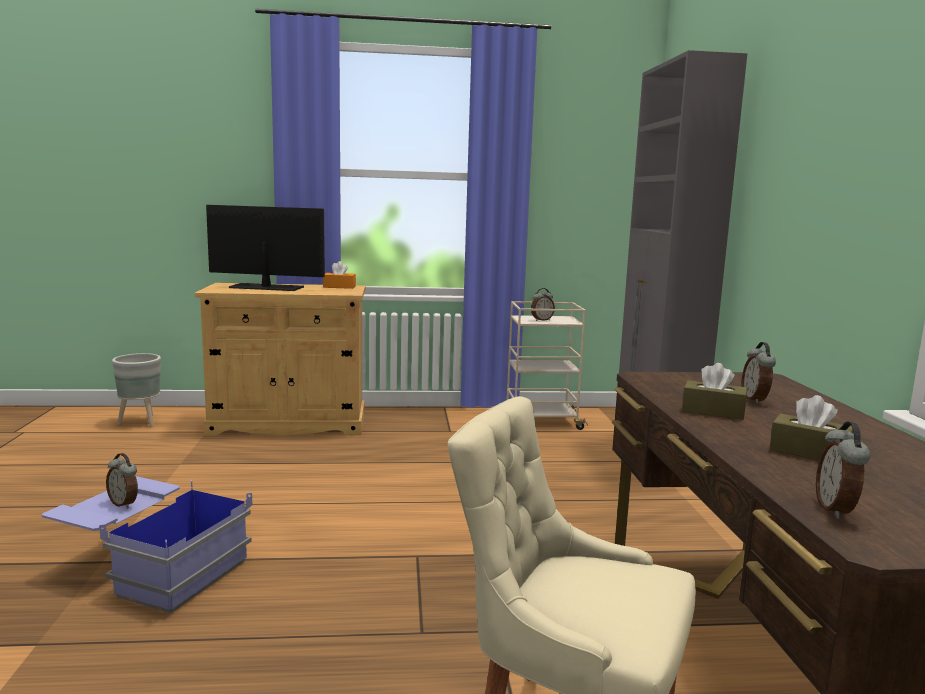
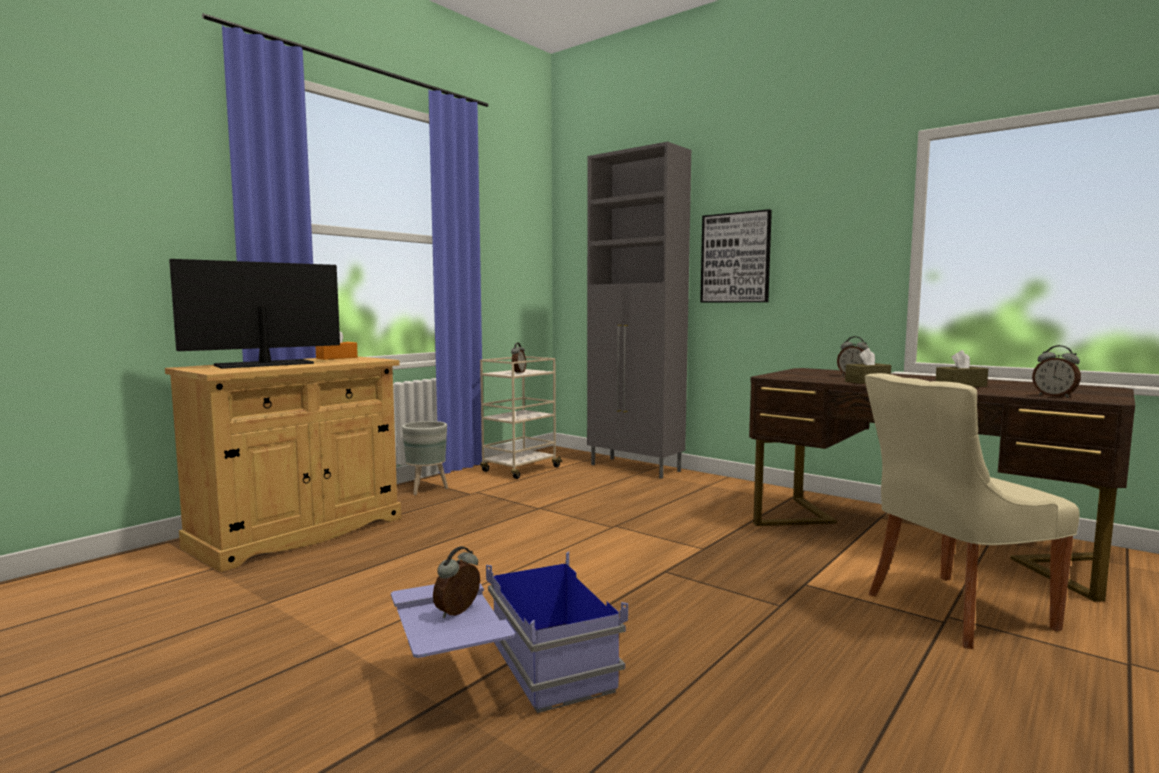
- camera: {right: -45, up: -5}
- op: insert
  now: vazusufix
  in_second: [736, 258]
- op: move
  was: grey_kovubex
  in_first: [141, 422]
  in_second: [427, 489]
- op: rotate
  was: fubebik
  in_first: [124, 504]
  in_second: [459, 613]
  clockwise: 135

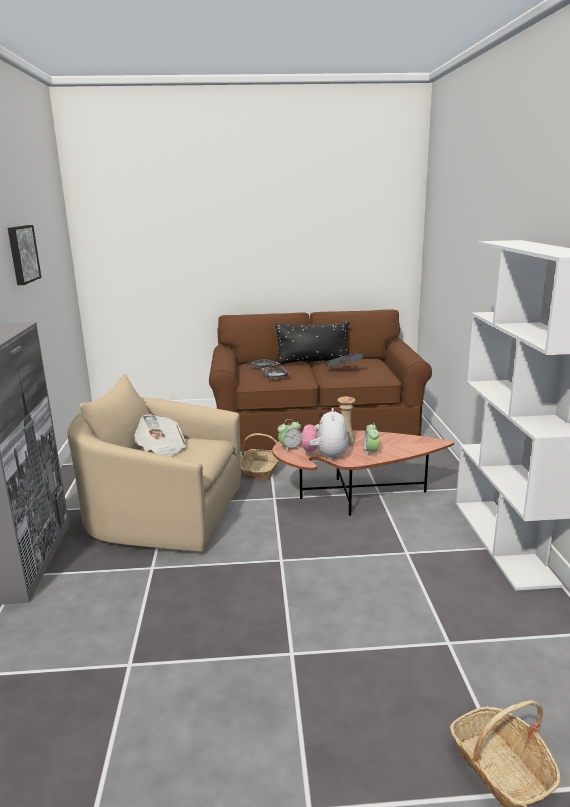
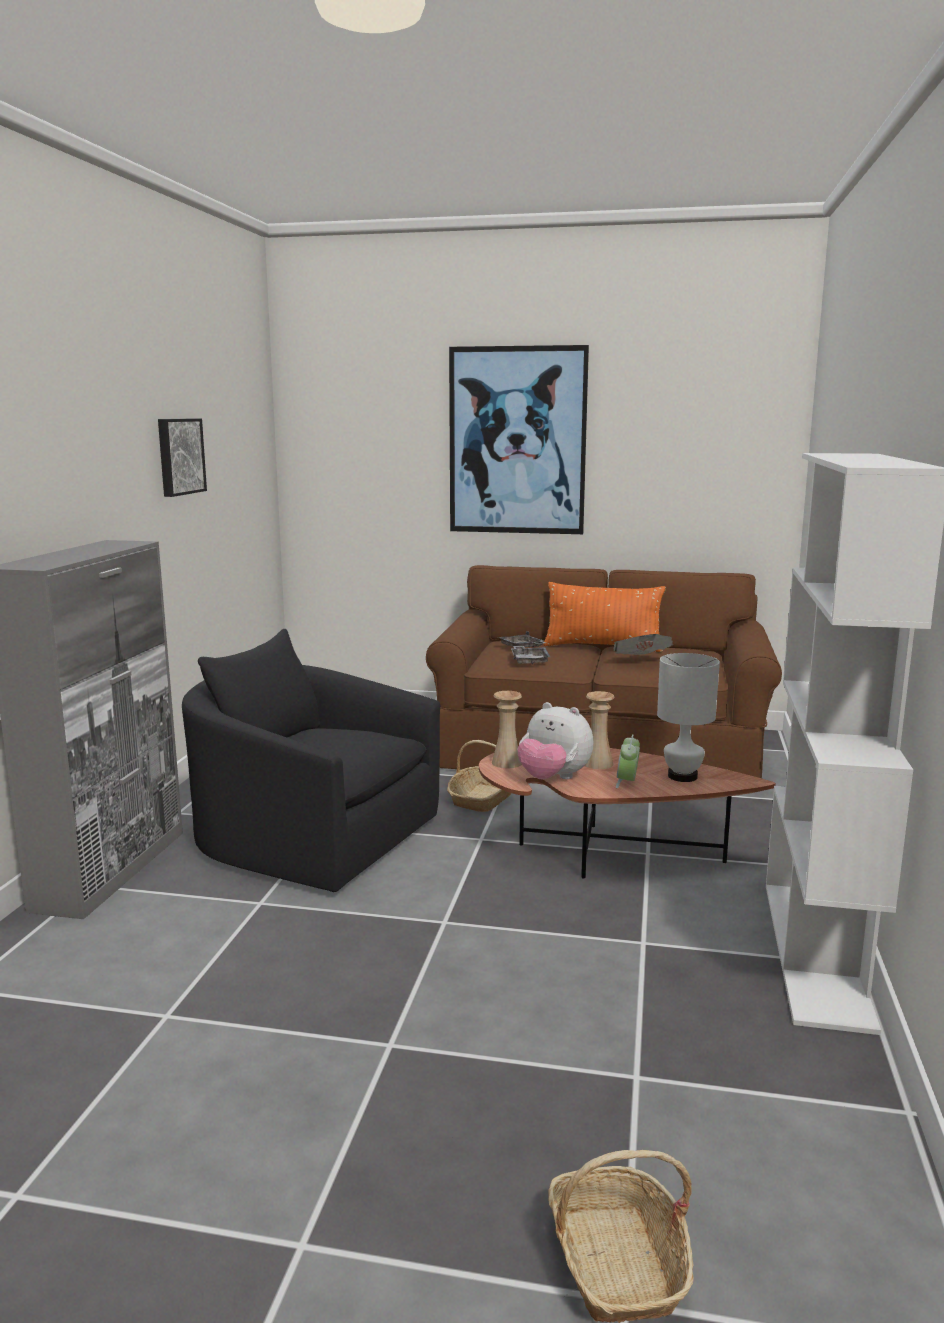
- camera: {right: 15, up: -5}
- op: delete
  was: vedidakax
  in_first: [161, 449]
- op: insert
  now: vazusufix
  in_second: [517, 441]
- op: insert
  now: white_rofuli
  in_second: [682, 776]
- op: replace
  was: fubebik
  now: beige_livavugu
  in_first: [290, 448]
  in_second: [507, 762]
- op: recolor
  was: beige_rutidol
  now: black_rutidol
  in_first: [162, 514]
  in_second: [311, 838]
- op: recolor
  was: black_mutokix
  now: orange_mutokix
  in_first: [313, 362]
  in_second: [603, 647]
- op: rotate
  was: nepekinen
  in_first: [325, 456]
  in_second: [553, 778]
  clockwise: -75

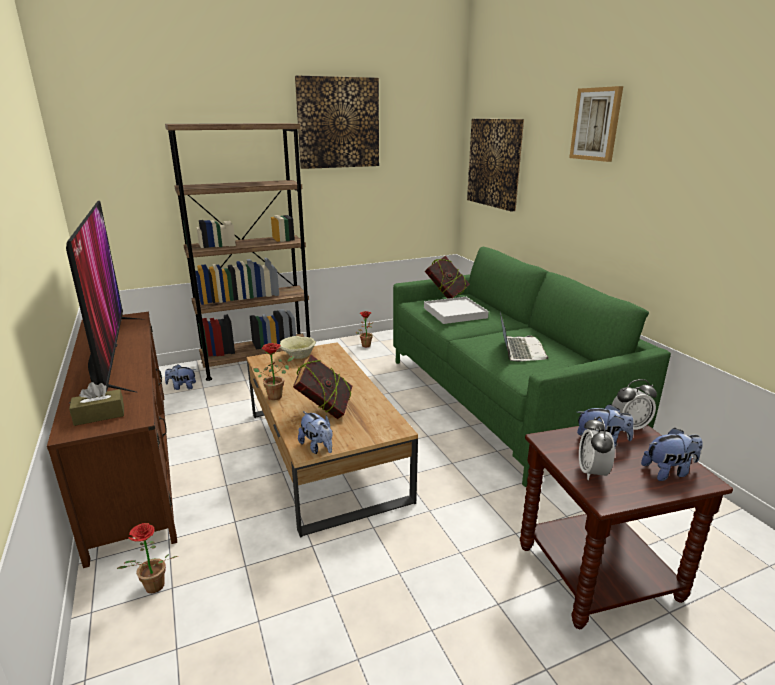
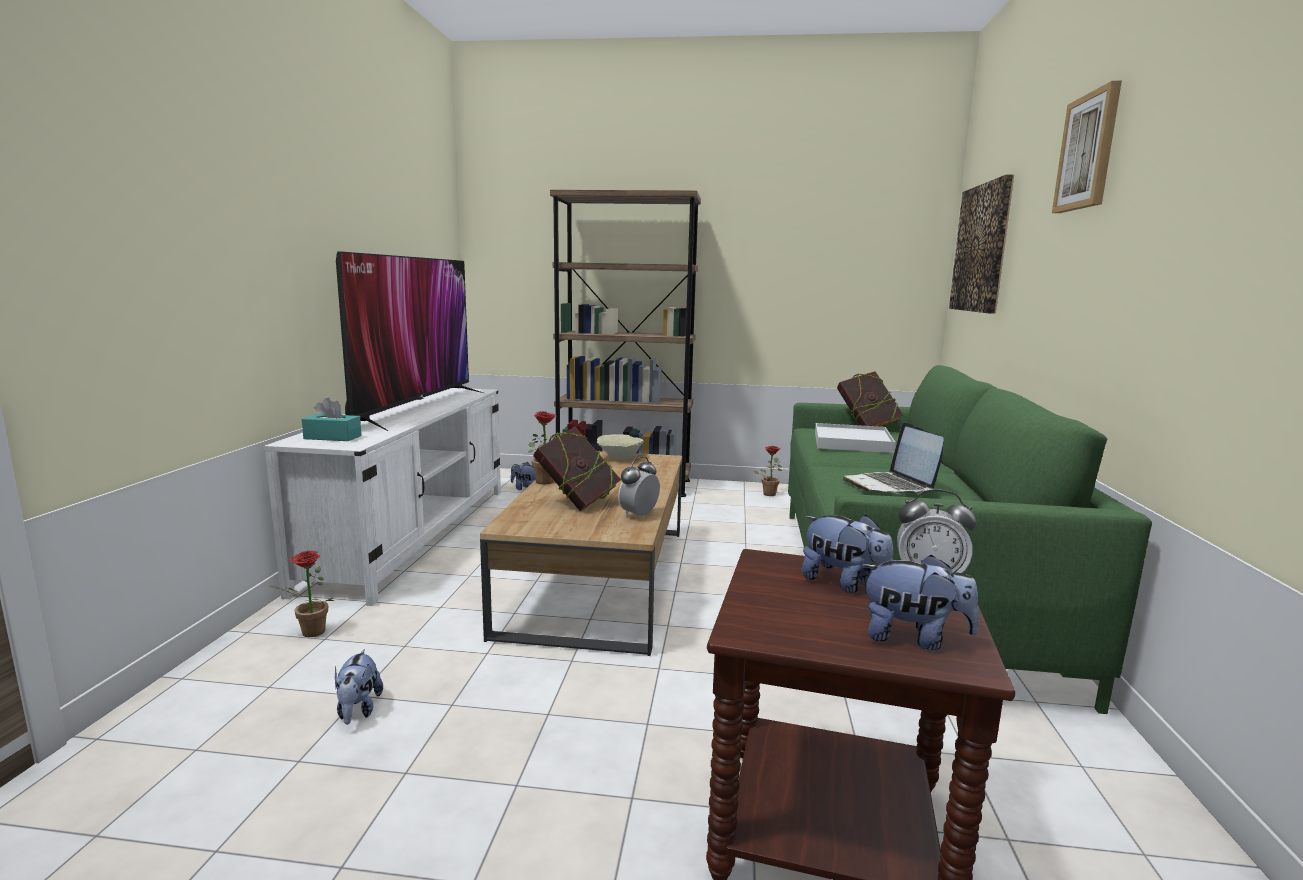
- camera: {right: 30, up: -10}
- op: delete
  was: vazusufix
  in_first: [338, 123]
- op: move
  was: nepekinen
  in_first: [317, 447]
  in_second: [358, 710]
- op: move
  was: fubebik
  in_first: [592, 472]
  in_second: [638, 515]
- op: recolor
  was: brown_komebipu
  now: white_komebipu
  in_first: [133, 461]
  in_second: [414, 534]
- op: recolor
  was: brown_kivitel
  now: turquoise_kivitel
  in_first: [99, 415]
  in_second: [332, 437]
- op: rotate
  was: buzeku
  in_first: [520, 350]
  in_second: [890, 486]
  clockwise: 135

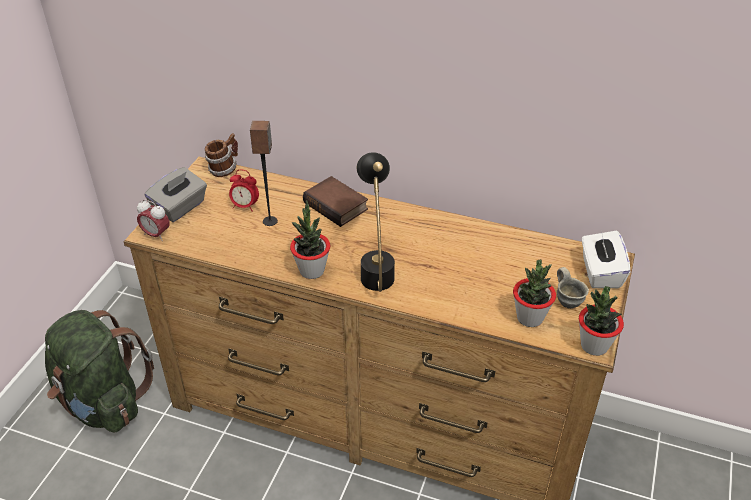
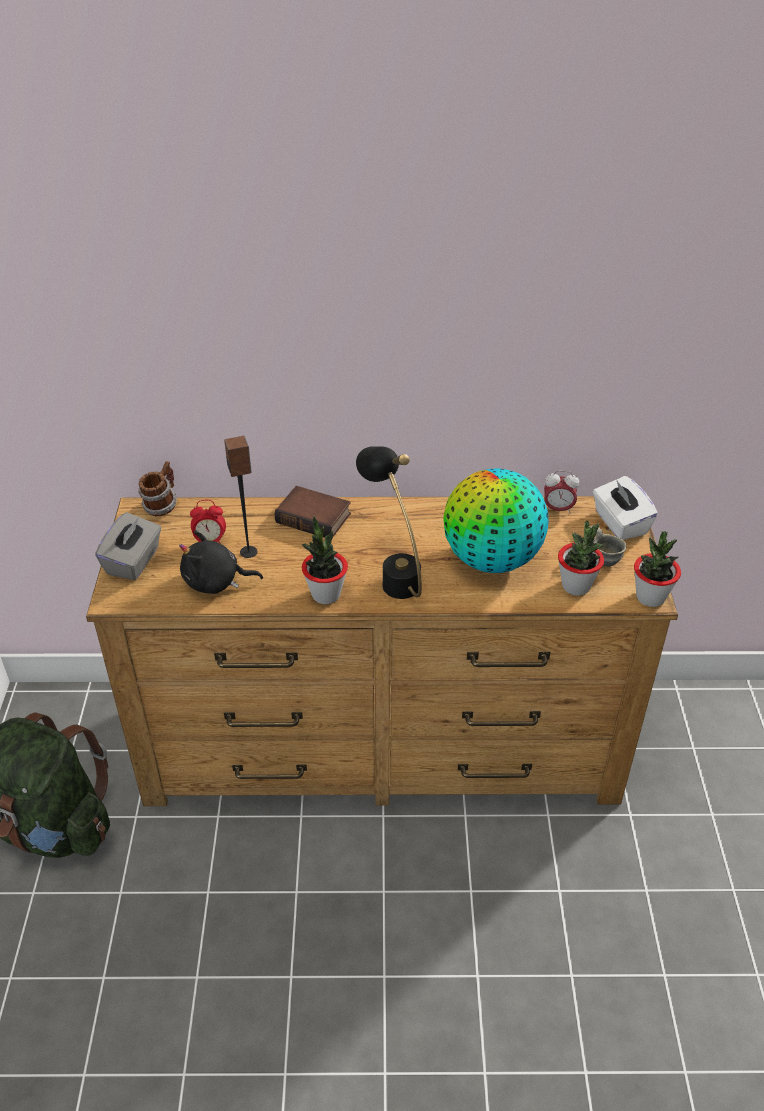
- camera: {right: -20, up: 0}
- op: insert
  now: black_nepekinen
  in_second: [216, 582]
- op: insert
  now: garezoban
  in_second: [491, 559]
- op: move
  was: fubebik
  in_first: [156, 235]
  in_second: [558, 509]

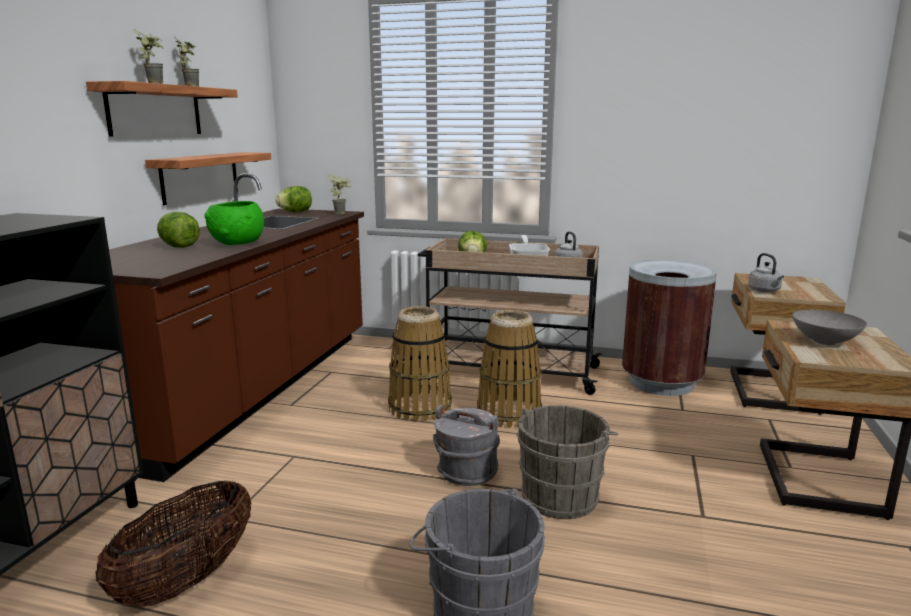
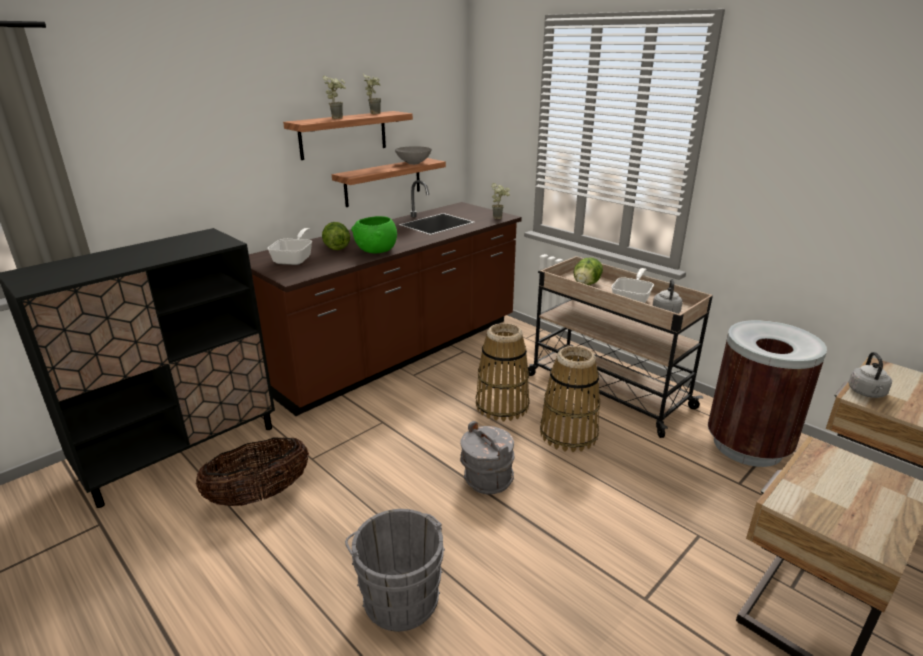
- camera: {right: 30, up: 10}
- op: delete
  was: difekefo
  in_first: [295, 212]
- op: delete
  was: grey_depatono
  in_first: [562, 495]
- op: insert
  now: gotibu
  in_second: [295, 259]
- op: move
  was: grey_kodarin
  in_first: [826, 342]
  in_second: [414, 163]

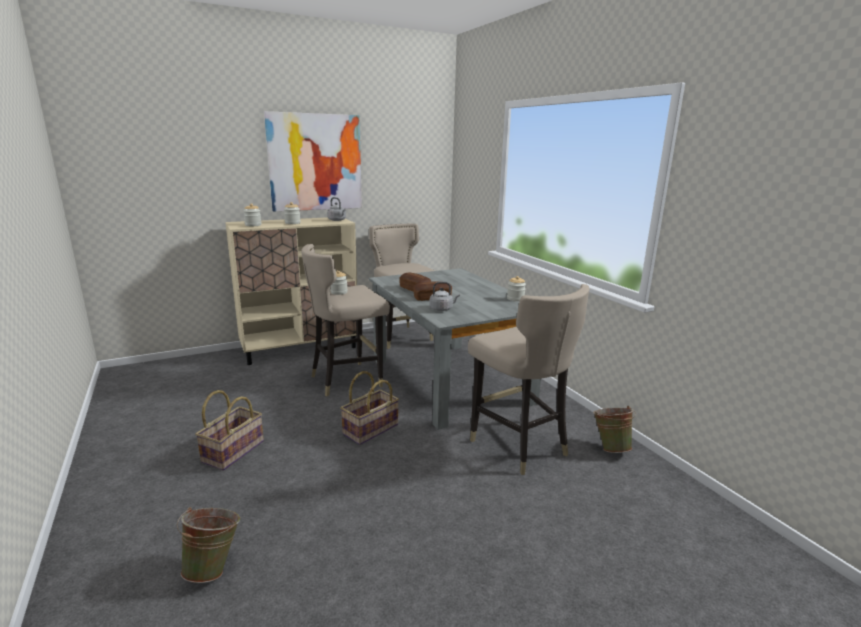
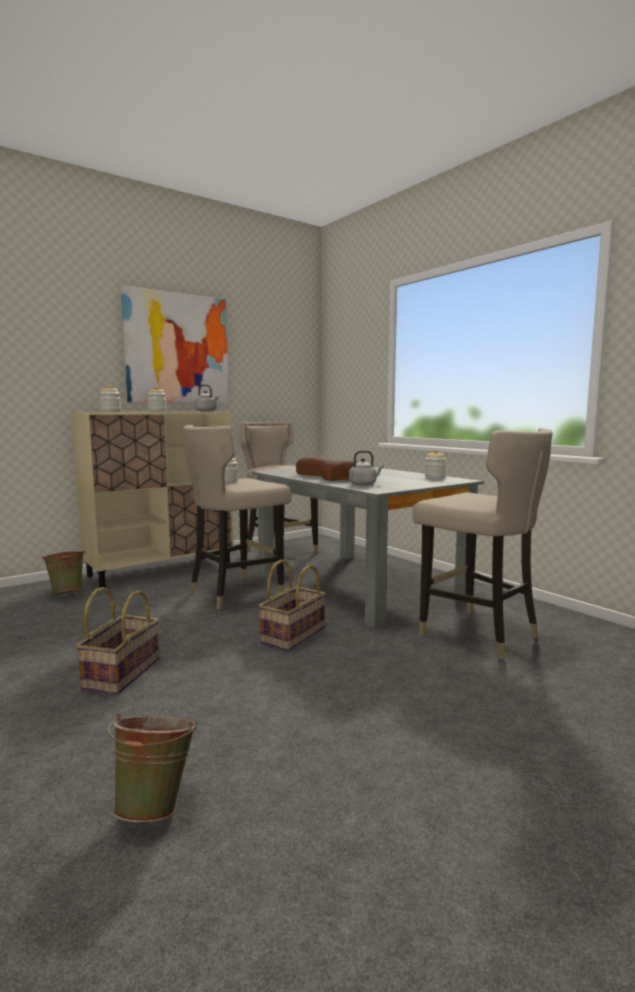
- camera: {right: -10, up: -10}
- op: move
  was: green_depatono
  in_first: [610, 447]
  in_second: [67, 593]

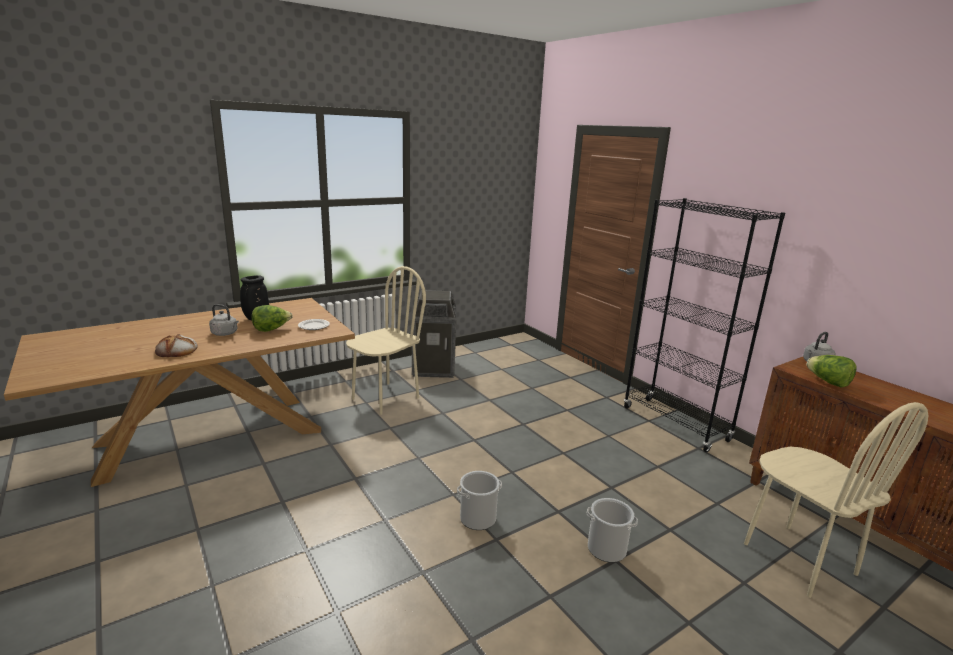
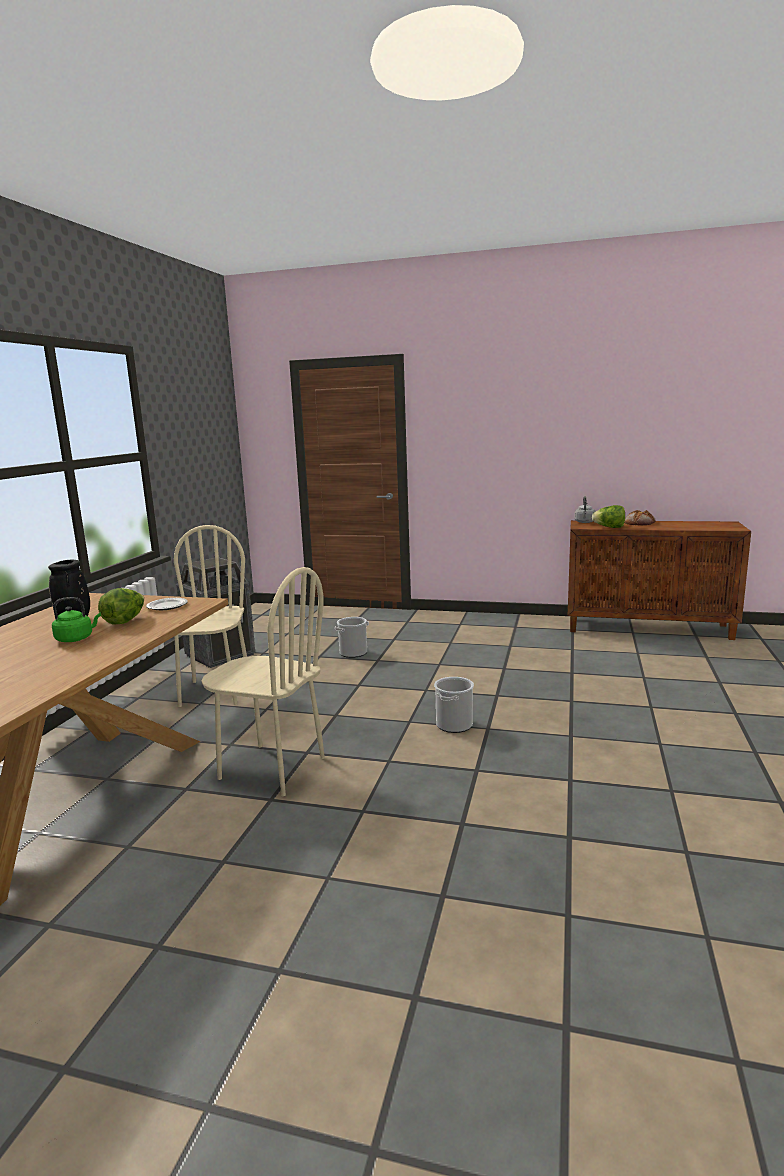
- camera: {right: -40, up: -5}
- op: delete
  was: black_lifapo
  in_first: [675, 424]
- op: move
  was: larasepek
  in_first: [177, 351]
  in_second: [639, 523]
- op: move
  was: depatono
  in_first: [606, 549]
  in_second: [353, 653]
- op: move
  was: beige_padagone
  in_first: [798, 559]
  in_second: [271, 768]
- op: recolor
  was: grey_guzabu
  now: green_guzabu
  in_first: [225, 333]
  in_second: [76, 639]

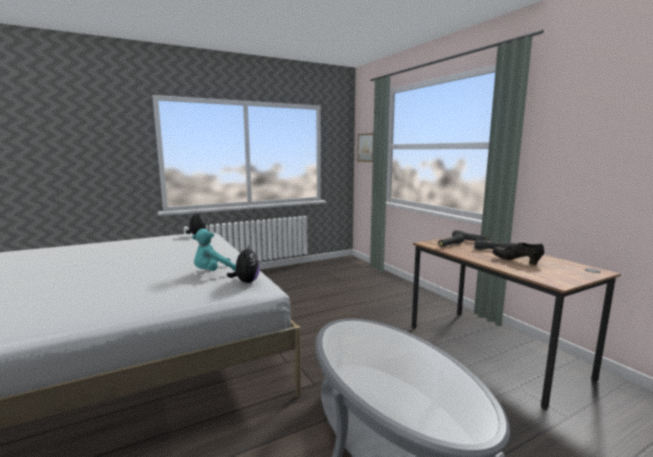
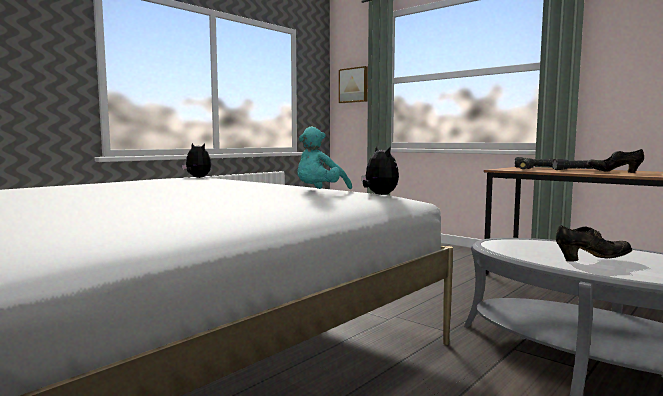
- camera: {right: -20, up: -5}
- op: insert
  now: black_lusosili
  in_second: [593, 260]

